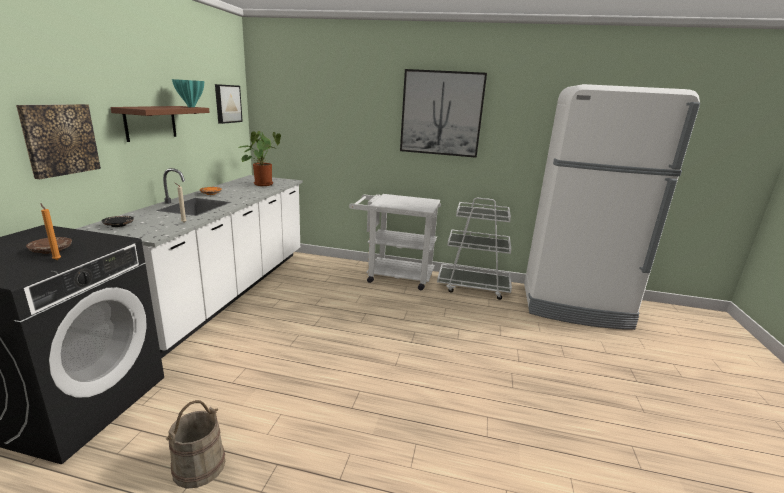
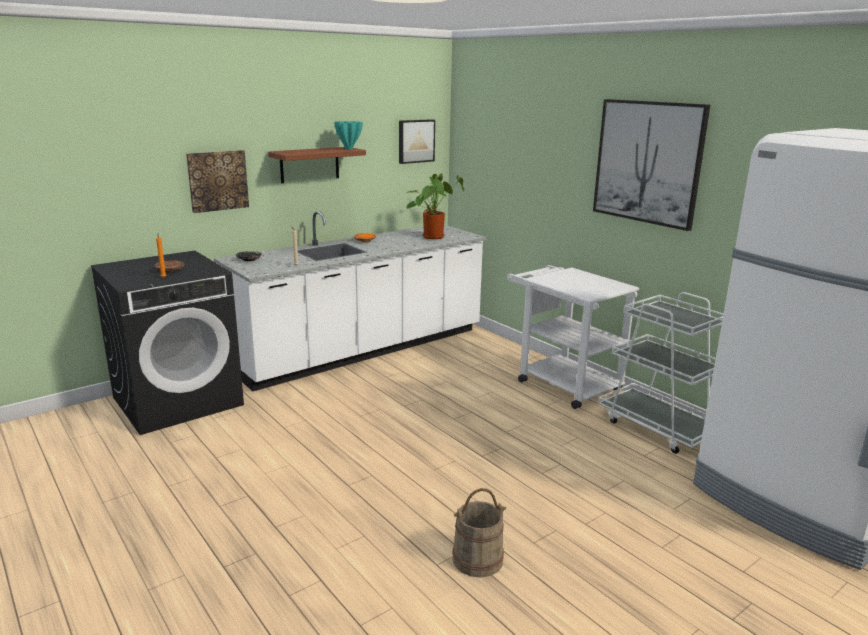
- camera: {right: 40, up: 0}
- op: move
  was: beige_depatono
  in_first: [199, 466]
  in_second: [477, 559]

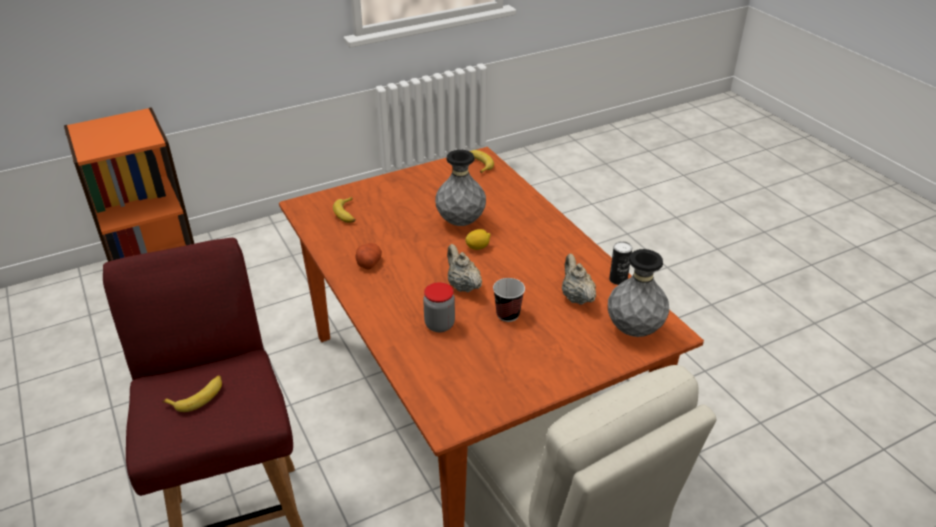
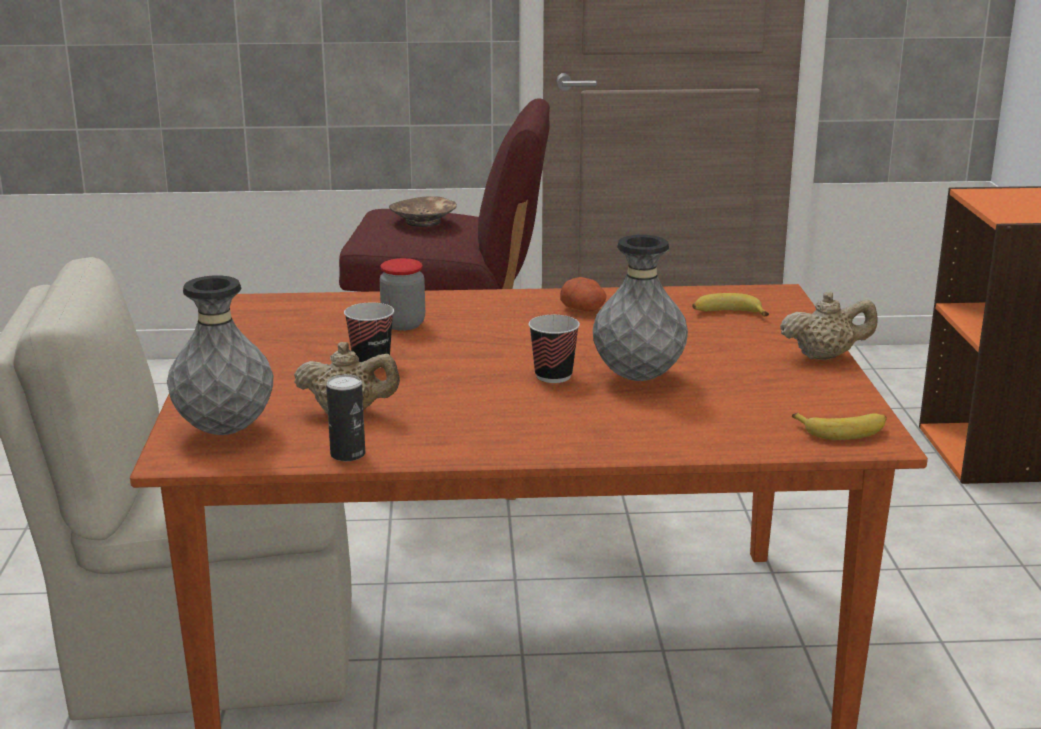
- camera: {right: 115, up: -15}
- op: move
  was: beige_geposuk
  in_first: [462, 285]
  in_second: [825, 356]
- op: replace
  was: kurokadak
  now: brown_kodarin
  in_first: [198, 397]
  in_second: [424, 221]
- op: replace
  was: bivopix
  now: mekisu
  in_first: [478, 247]
  in_second: [553, 376]

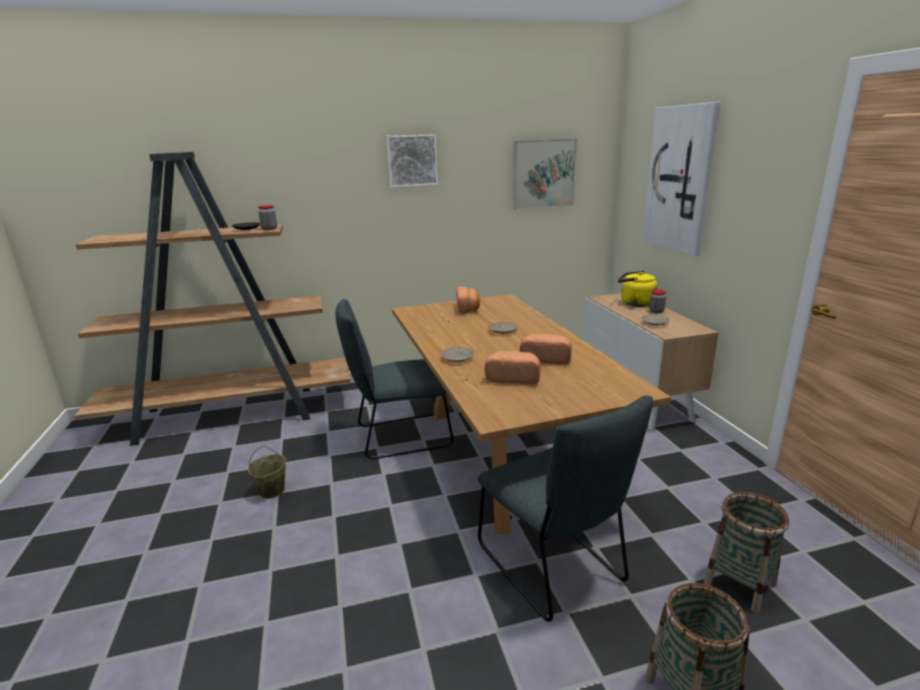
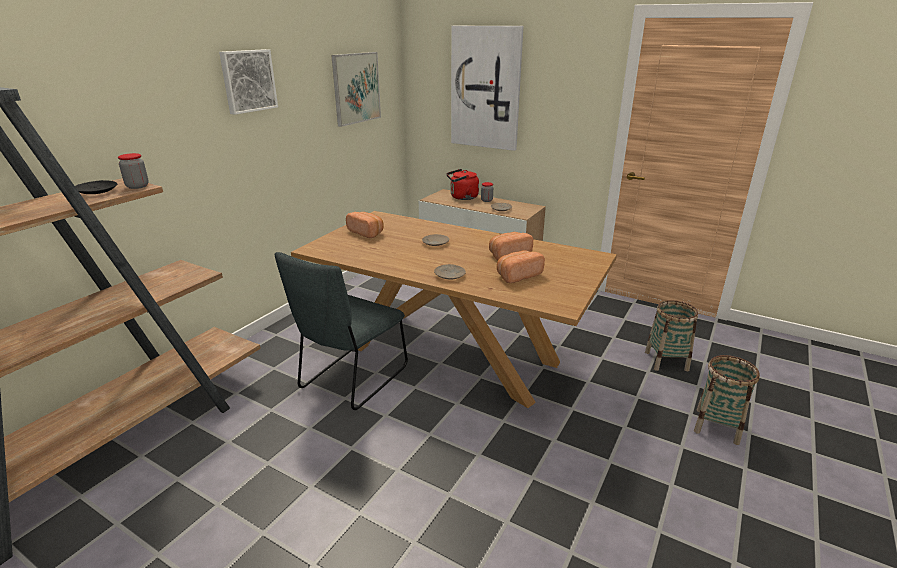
- camera: {right: -45, up: 5}
- op: delete
  was: beige_depatono
  in_first: [271, 491]
- op: delete
  was: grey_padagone
  in_first: [554, 567]
- op: recolor
  was: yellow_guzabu
  now: red_guzabu
  in_first: [635, 303]
  in_second: [462, 197]

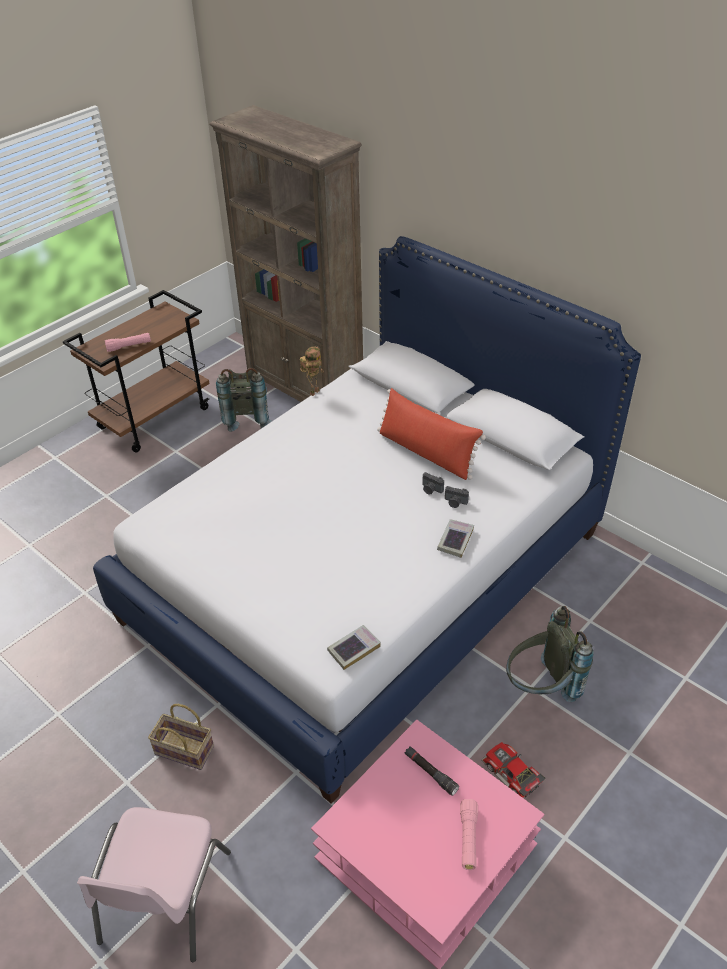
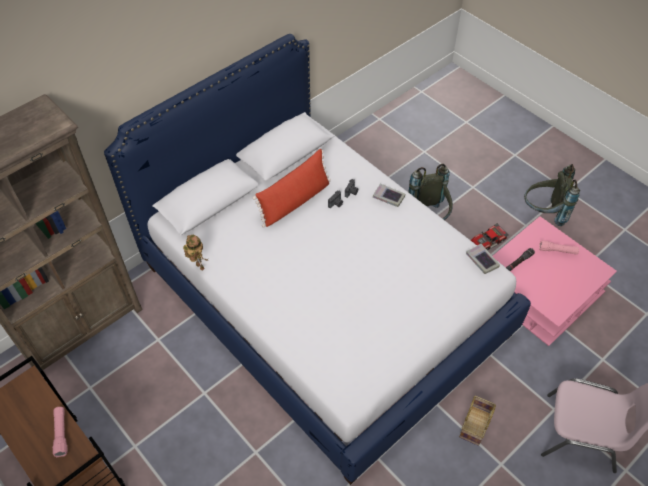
- camera: {right: -85, up: 10}
- op: move
  was: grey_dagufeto
  in_first: [247, 417]
  in_second: [543, 213]

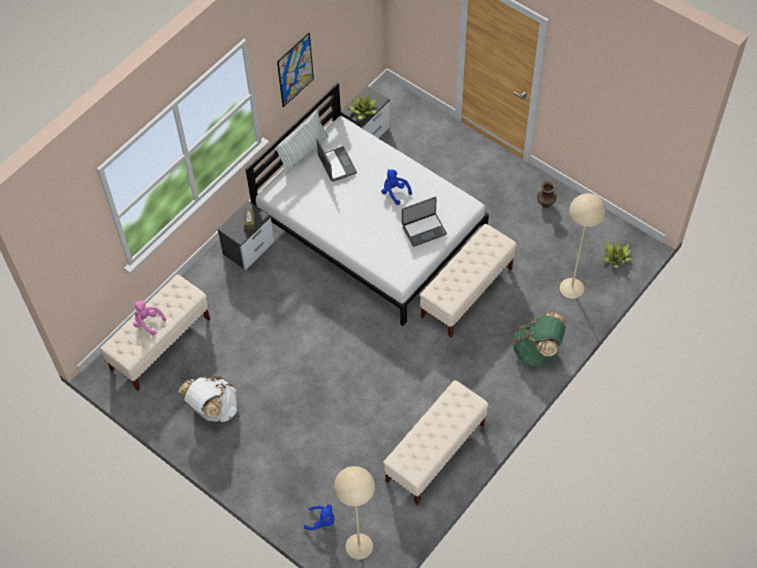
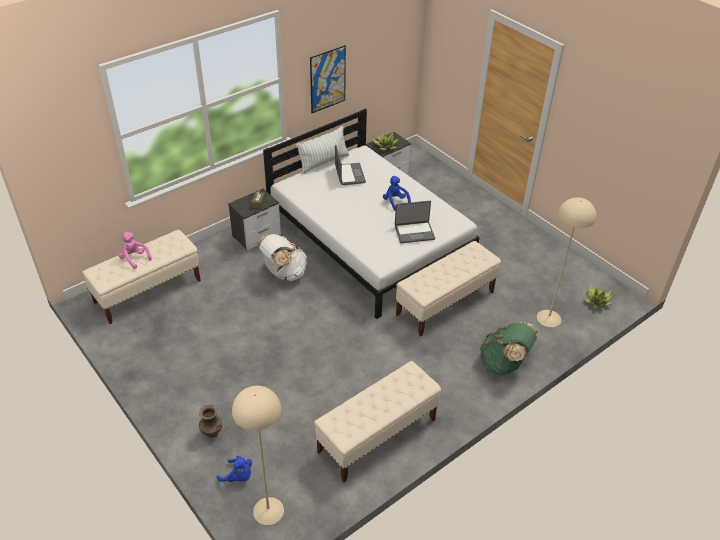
- camera: {right: 10, up: -15}
- op: move
  was: white_dagufeto
  in_first: [213, 409]
  in_second: [284, 273]
- op: move
  was: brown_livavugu
  in_first: [545, 204]
  in_second: [211, 433]

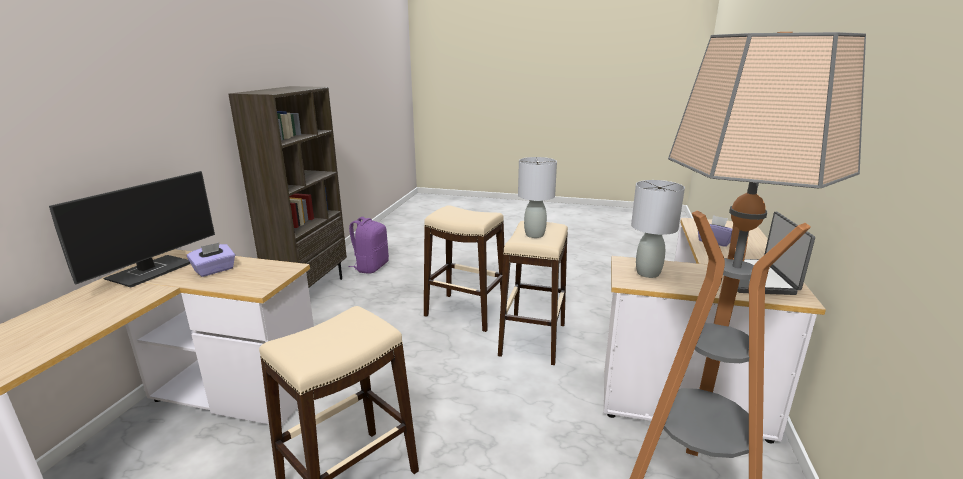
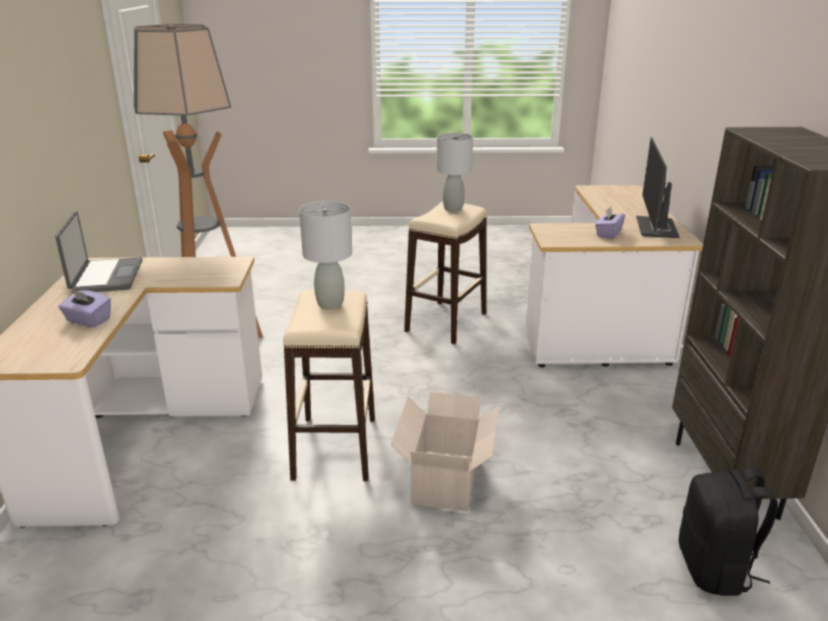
- camera: {right: 165, up: 5}
- op: move
  was: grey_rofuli
  in_first: [648, 273]
  in_second: [453, 209]
- op: replace
  was: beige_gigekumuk
  now: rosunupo
  in_first: [465, 312]
  in_second: [447, 478]
- op: recolor
  was: purple_dagufeto
  now: black_dagufeto
  in_first: [371, 267]
  in_second: [715, 569]

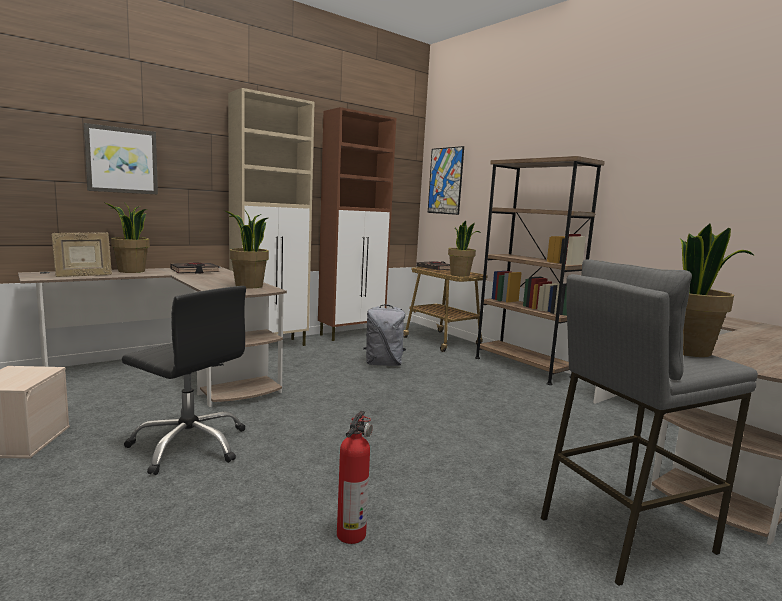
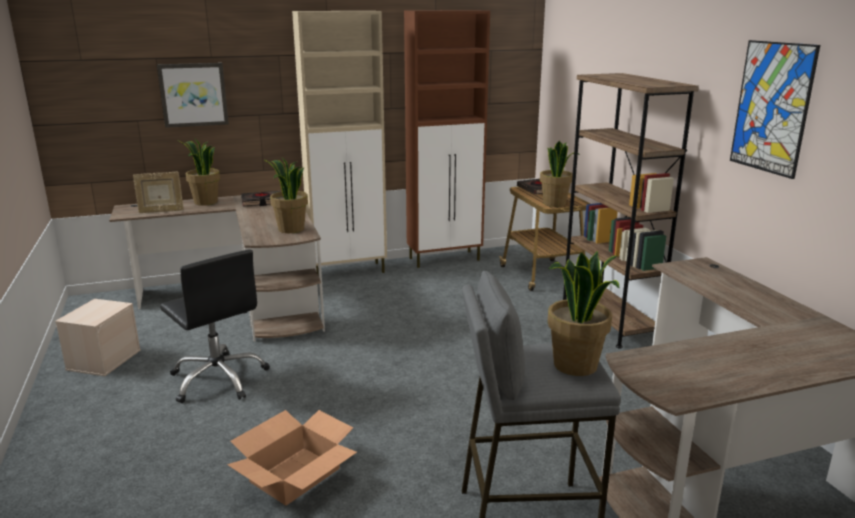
- camera: {right: 20, up: 10}
- op: delete
  was: grey_dagufeto
  in_first: [383, 364]
- op: move
  was: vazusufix
  in_first: [445, 181]
  in_second: [772, 107]
- op: replace
  was: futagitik
  now: rosunupo
  in_first: [352, 532]
  in_second: [295, 475]

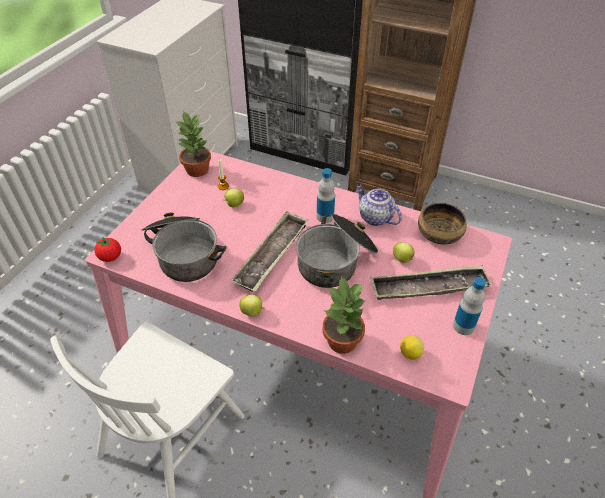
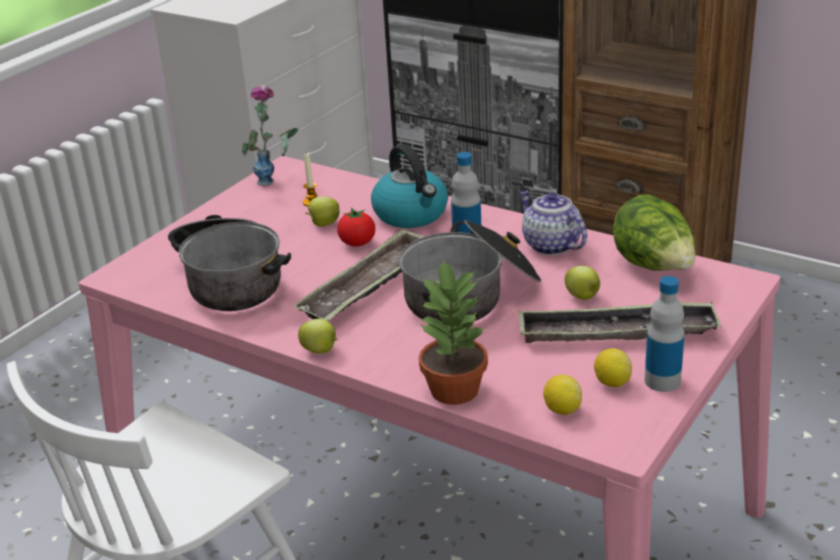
- camera: {right: 10, up: -15}
- op: insert
  now: guzabu
  in_second: [411, 214]
- op: insert
  now: bivopix
  in_second: [612, 382]
- op: move
  was: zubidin
  in_first: [110, 257]
  in_second: [357, 243]
- op: replace
  was: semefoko
  now: livavugu
  in_first: [197, 169]
  in_second: [277, 182]
- op: replace
  was: kodarin
  now: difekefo
  in_first: [439, 233]
  in_second: [654, 267]

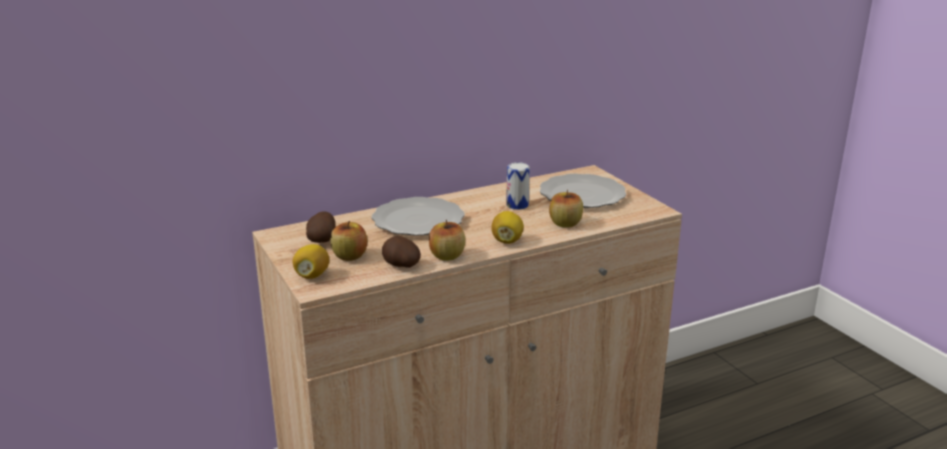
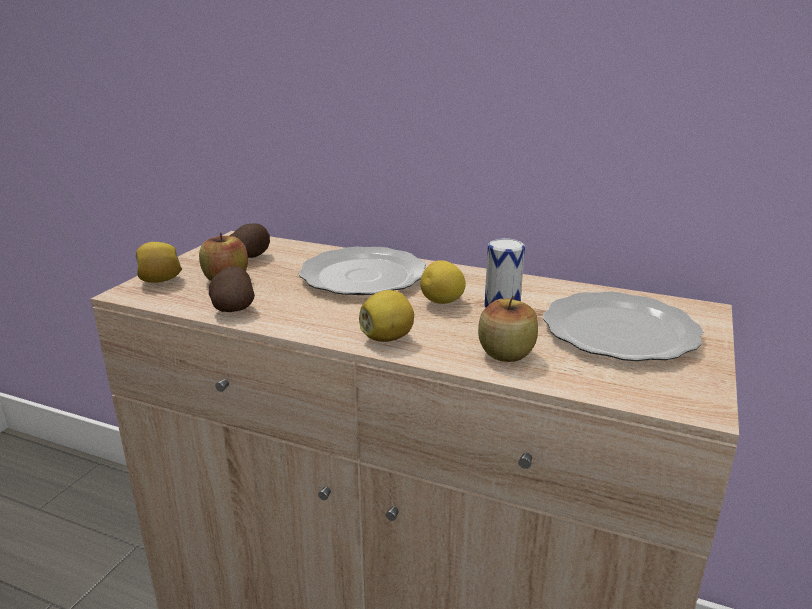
- camera: {right: 50, up: 0}
- op: delete
  was: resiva
  in_first: [447, 256]
- op: insert
  now: bivopix
  in_second: [442, 302]

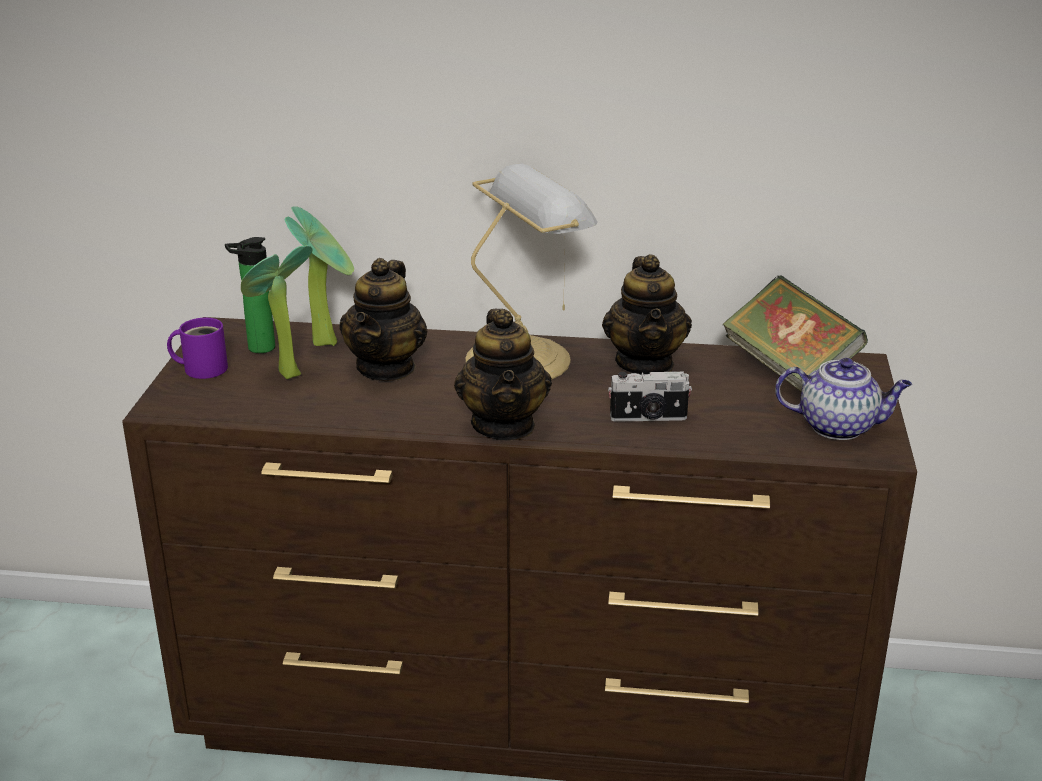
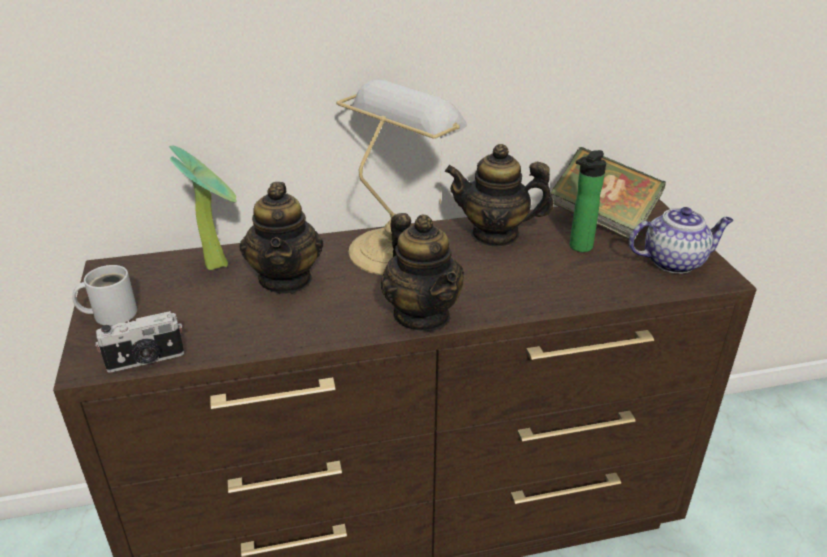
- camera: {right: -20, up: 5}
- op: delete
  was: semefoko
  in_first: [283, 375]
- op: move
  was: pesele
  in_first: [257, 348]
  in_second: [578, 248]
- op: move
  was: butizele
  in_first: [648, 418]
  in_second: [146, 360]
- op: recolor
  was: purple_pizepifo
  now: white_pizepifo
  in_first: [202, 368]
  in_second: [111, 313]
- op: rotate
  was: geposuk
  in_first: [645, 363]
  in_second: [495, 235]
  clockwise: 120

